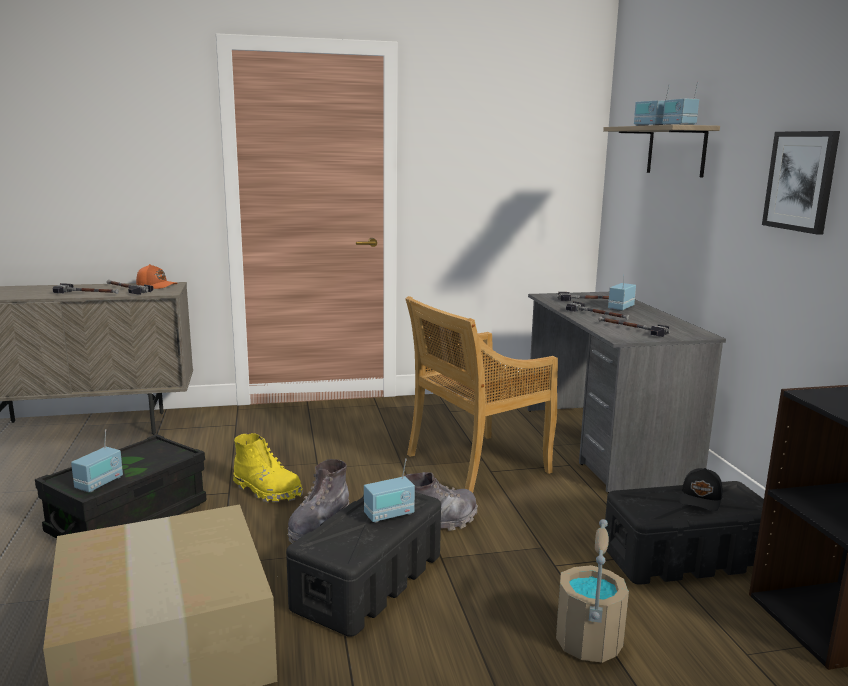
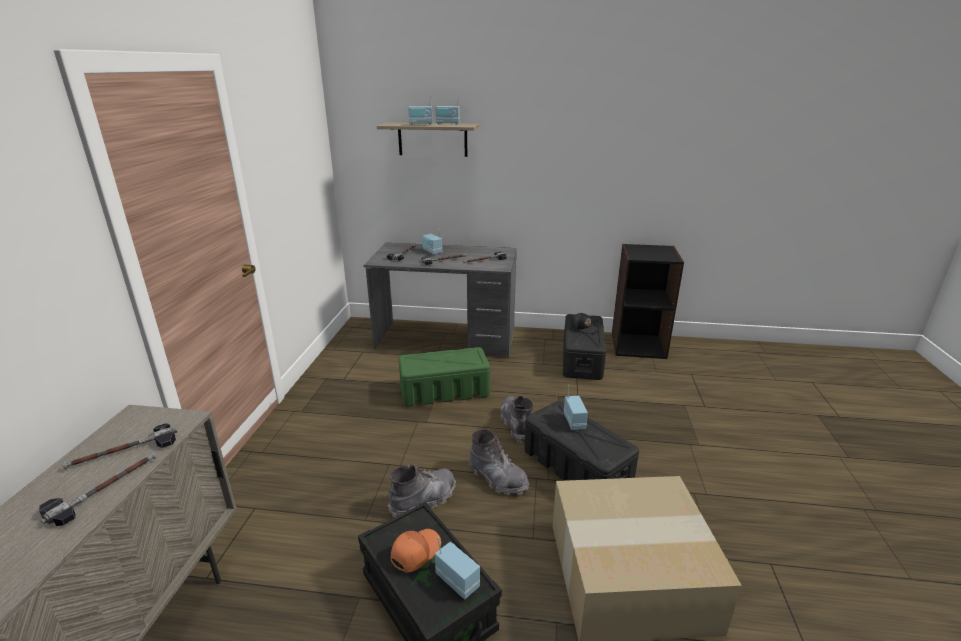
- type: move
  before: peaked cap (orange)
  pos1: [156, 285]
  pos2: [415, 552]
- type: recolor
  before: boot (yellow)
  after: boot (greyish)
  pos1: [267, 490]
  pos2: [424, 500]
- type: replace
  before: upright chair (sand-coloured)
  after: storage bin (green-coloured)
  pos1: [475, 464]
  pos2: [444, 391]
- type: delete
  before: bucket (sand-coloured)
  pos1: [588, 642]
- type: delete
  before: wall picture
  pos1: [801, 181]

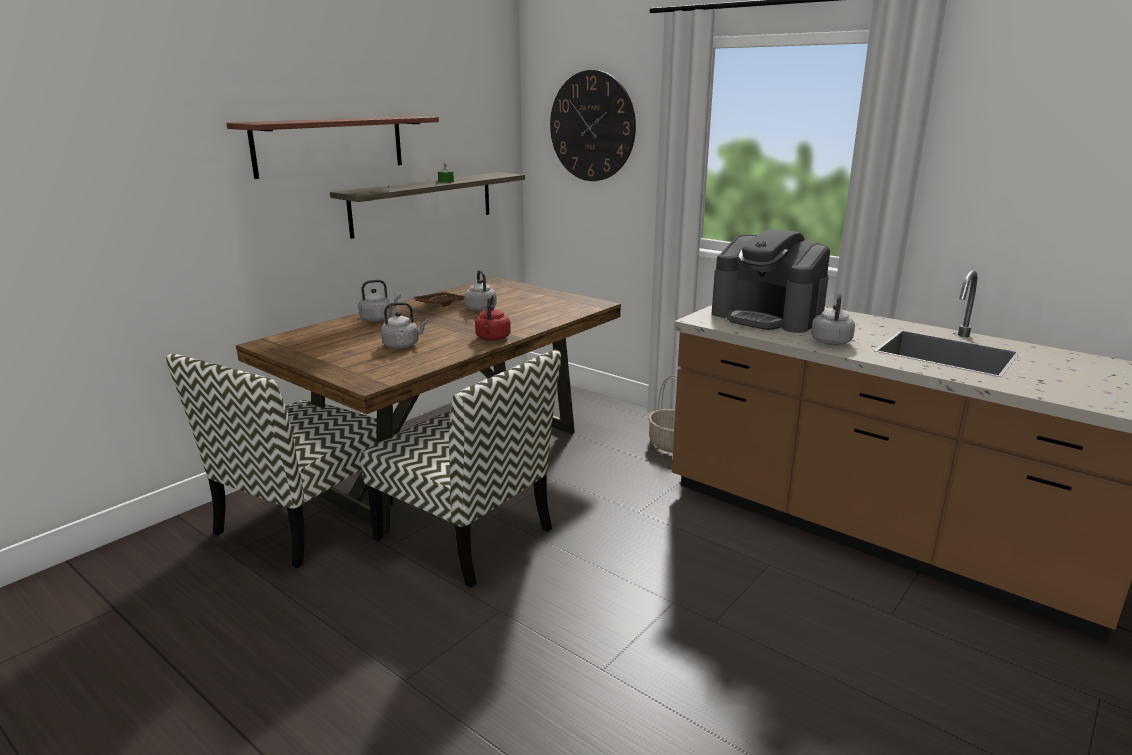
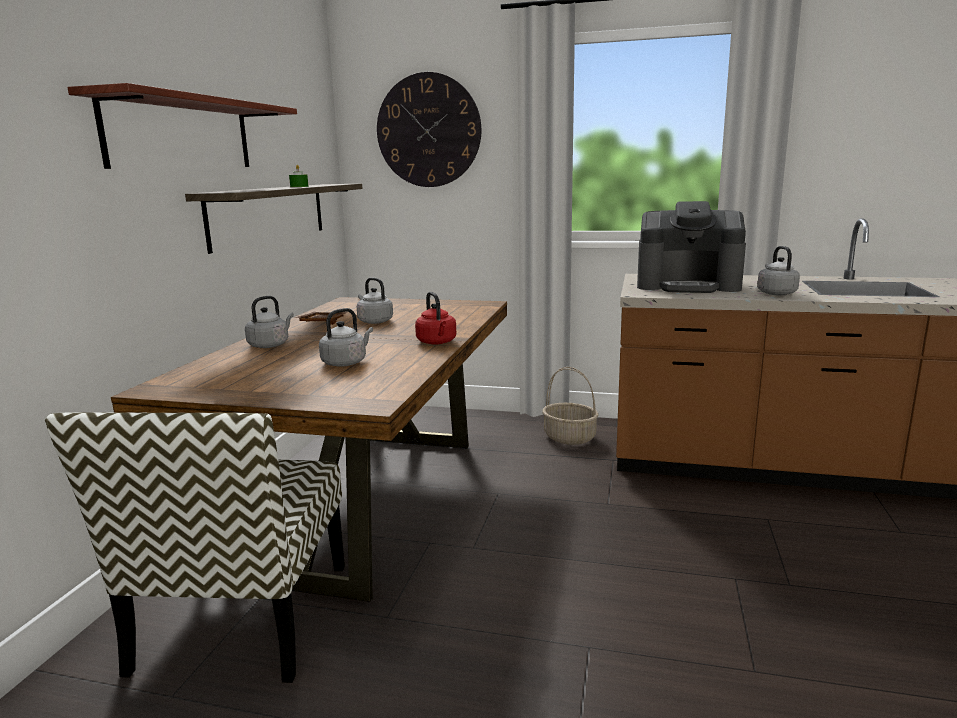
- type: delete
  before: upright chair
  pos1: [466, 534]

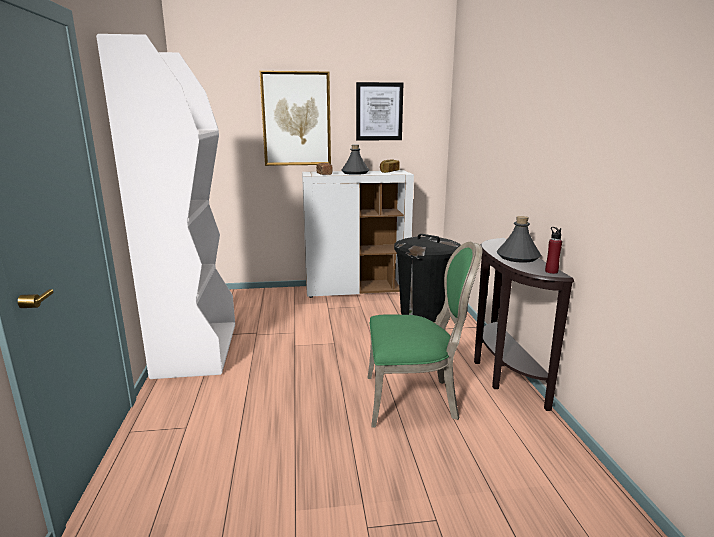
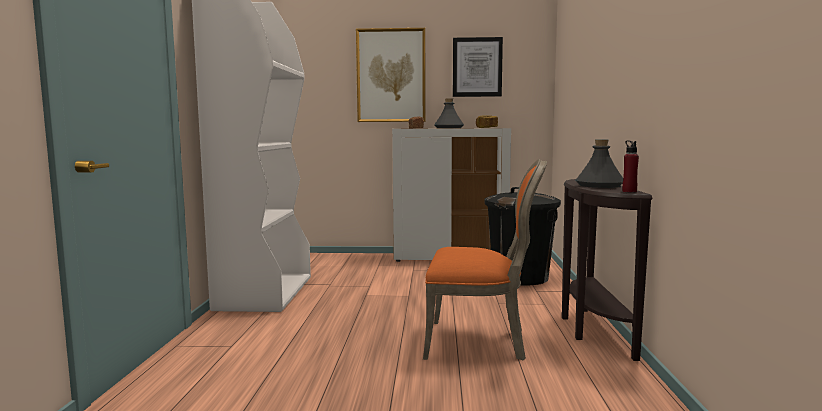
- type: recolor
  before: upright chair (green-coloured)
  after: upright chair (orange)
  pos1: [414, 399]
  pos2: [480, 342]

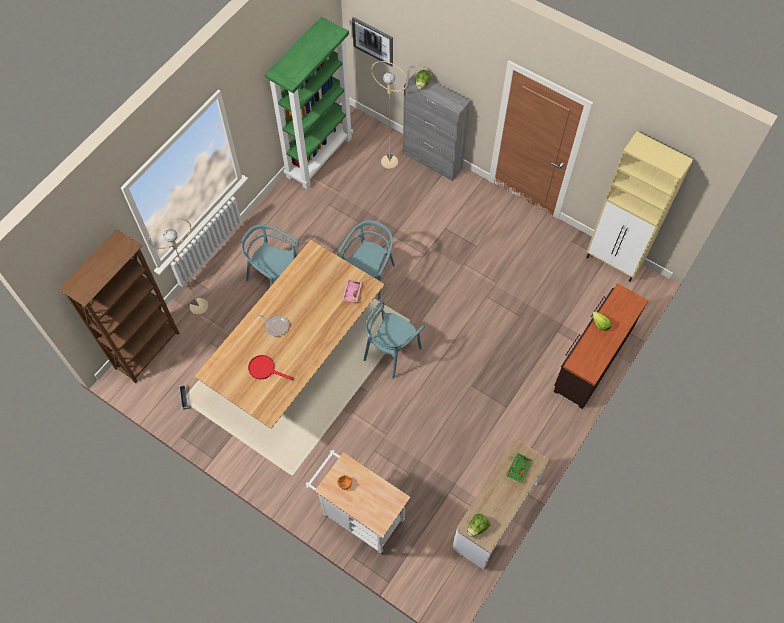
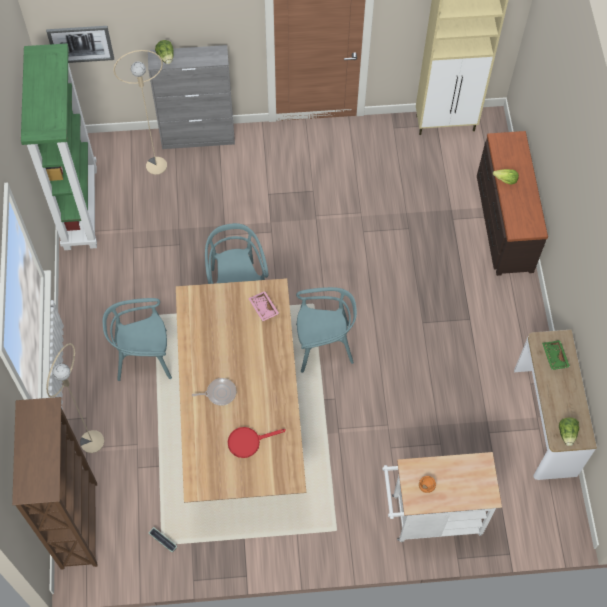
- type: rotate
  before: upright chair (blue-green)
  pos1: [391, 352]
  pos2: [323, 346]
  turn: -90

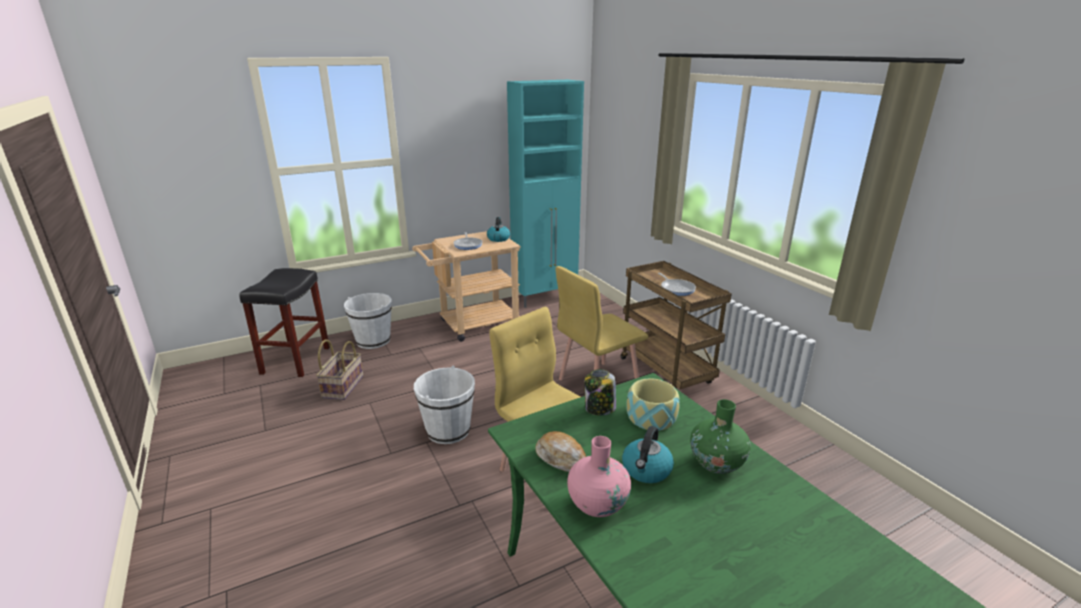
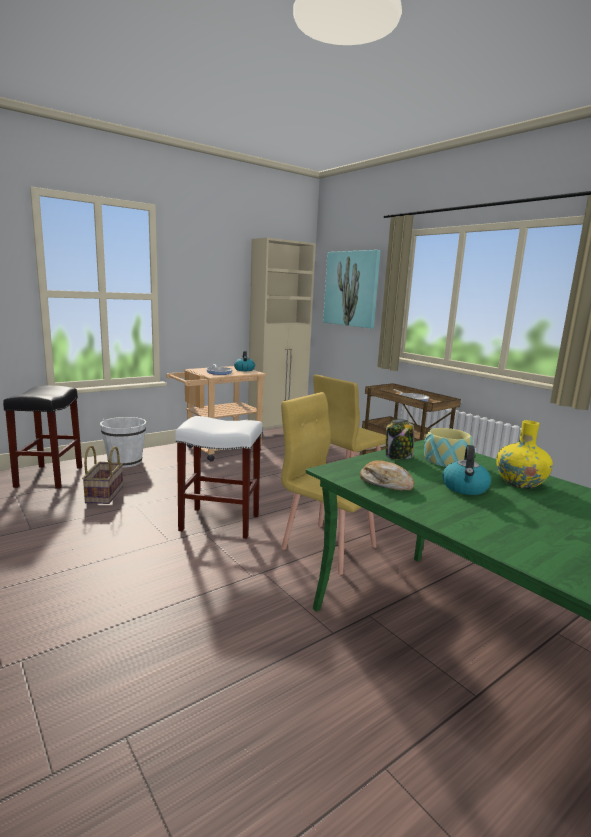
- type: replace
  before: bucket (white-coloured)
  after: stool seat (white-coloured)
  pos1: [448, 430]
  pos2: [221, 522]
- type: recolor
  before: cabinet (blue-green)
  after: cabinet (sand-coloured)
  pos1: [545, 298]
  pos2: [277, 432]
- type: delete
  before: decorative vase (pink-coloured)
  pos1: [597, 504]
- type: recolor
  before: decorative vase (green-coloured)
  after: decorative vase (yellow)
  pos1: [716, 463]
  pos2: [520, 483]
- type: insert
  after: wall picture
  pos2: [351, 289]

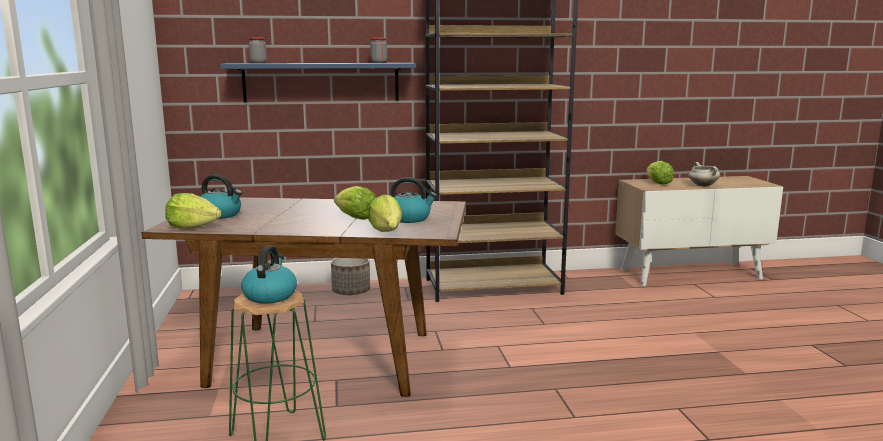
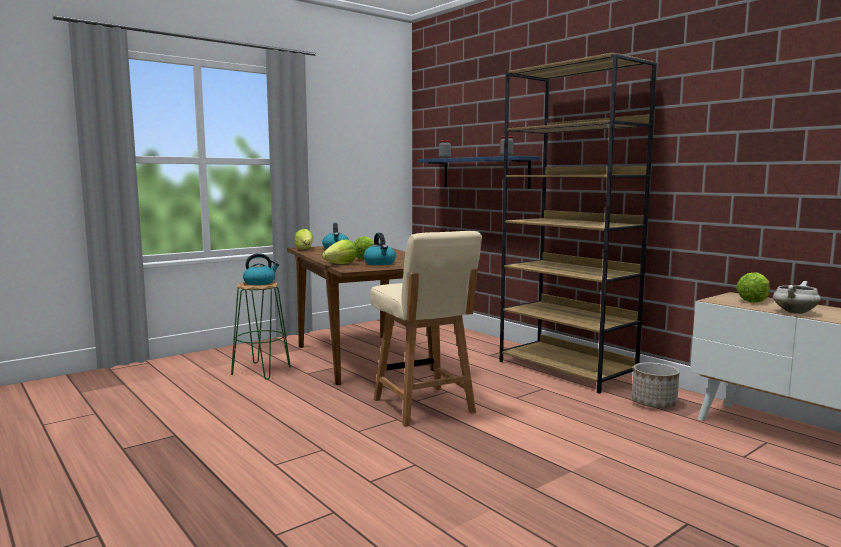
- type: move
  before: plant pot
  pos1: [351, 291]
  pos2: [654, 403]
- type: insert
  after: upright chair (sand-coloured)
  pos2: [424, 407]

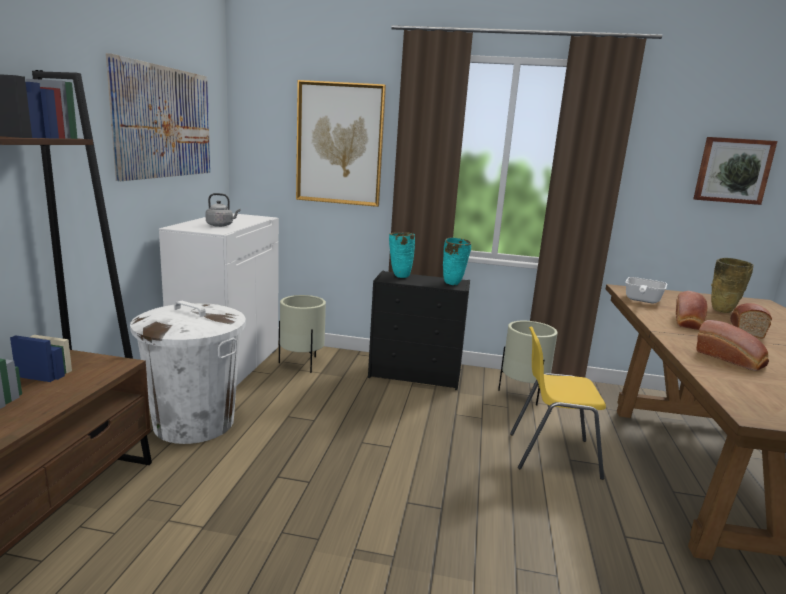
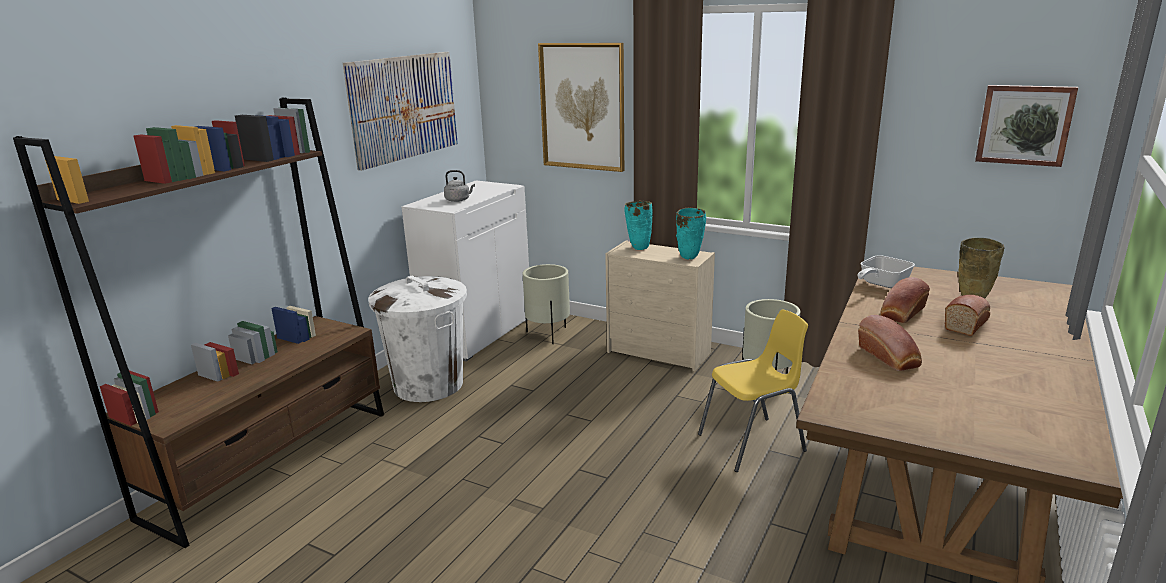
- type: recolor
  before: dresser (black)
  after: dresser (sand-coloured)
  pos1: [416, 375]
  pos2: [660, 352]
- type: rotate
  before: upright chair (yellow)
  pos1: [552, 454]
  pos2: [753, 443]
  turn: 135

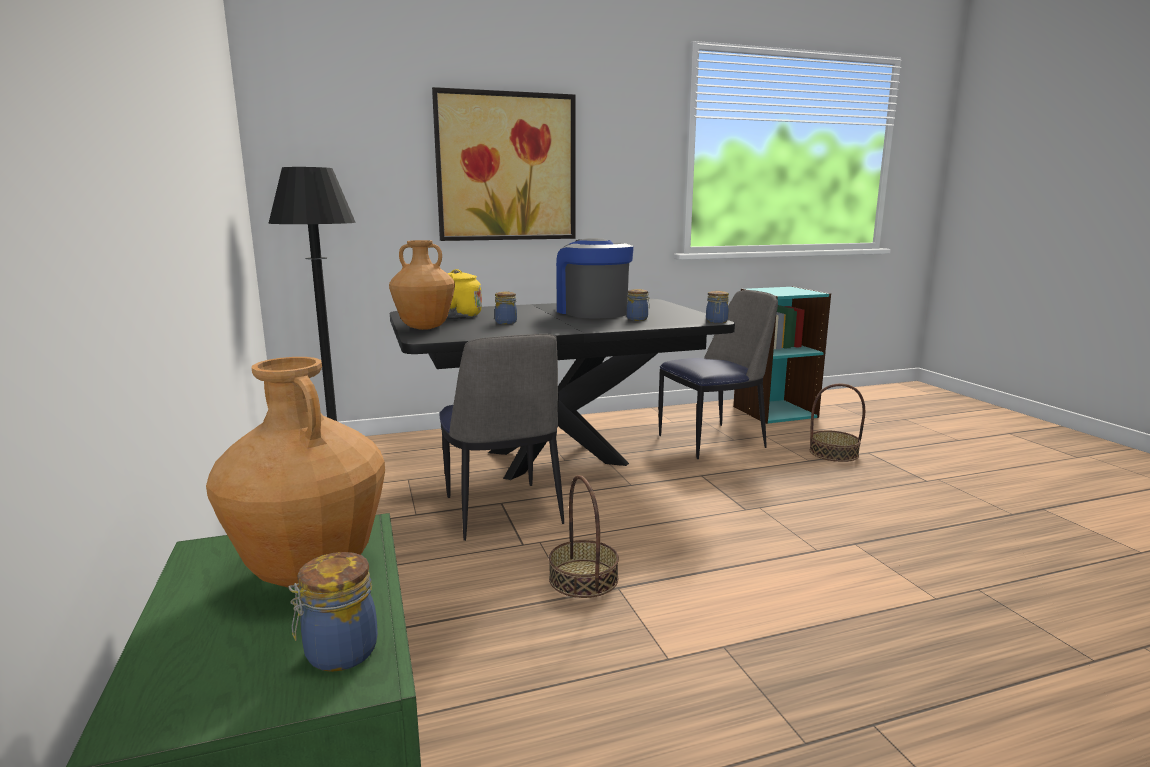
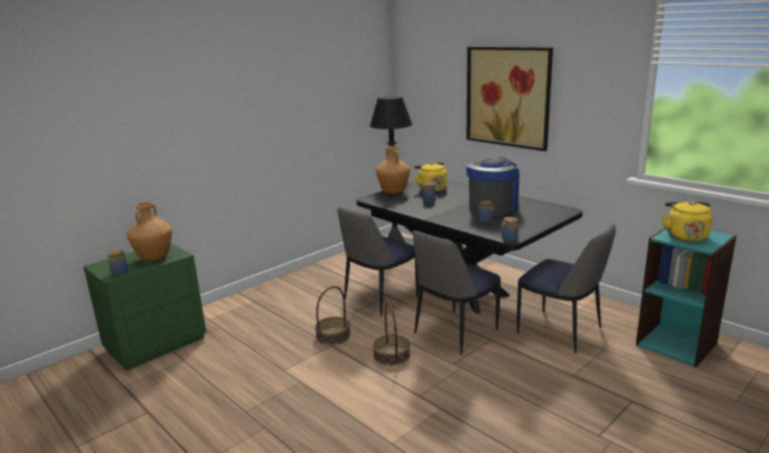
- type: move
  before: storage basket
  pos1: [834, 453]
  pos2: [392, 355]
- type: insert
  after: upright chair
  pos2: [454, 333]
- type: insert
  after: water kettle (yellow)
  pos2: [685, 236]

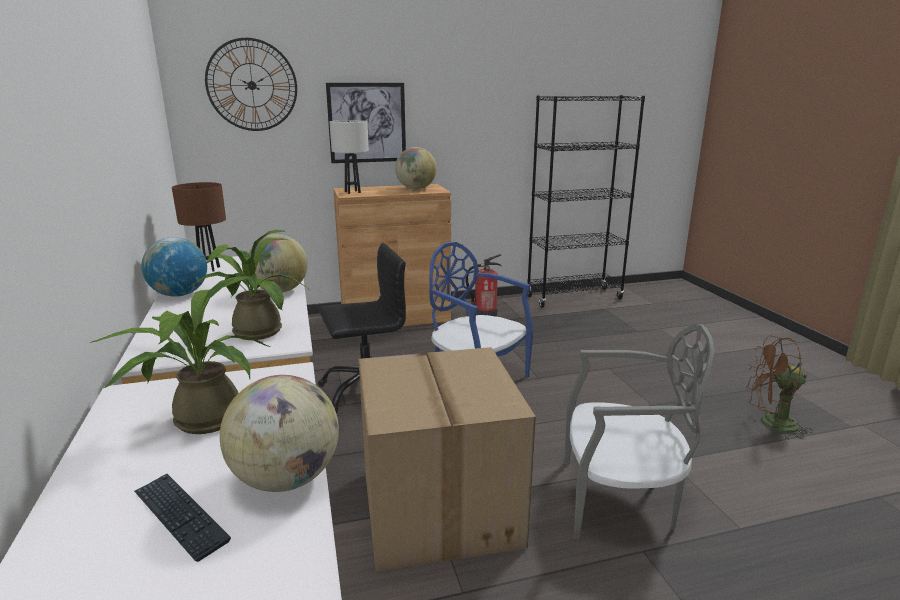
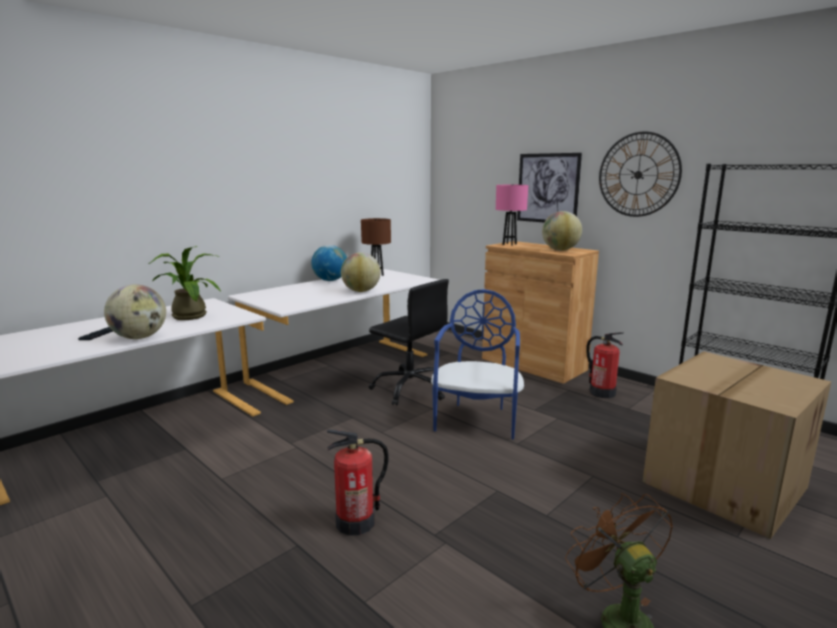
- type: delete
  before: potted plant
  pos1: [253, 330]
- type: move
  before: clock on the wall
  pos1: [252, 85]
  pos2: [638, 174]
- type: recolor
  before: table lamp (white-coloured)
  after: table lamp (pink-coloured)
  pos1: [352, 192]
  pos2: [509, 244]
- type: move
  before: packing box
  pos1: [436, 506]
  pos2: [723, 483]
- type: replace
  before: upright chair (greyish)
  after: fire extinguisher
  pos1: [619, 501]
  pos2: [356, 522]

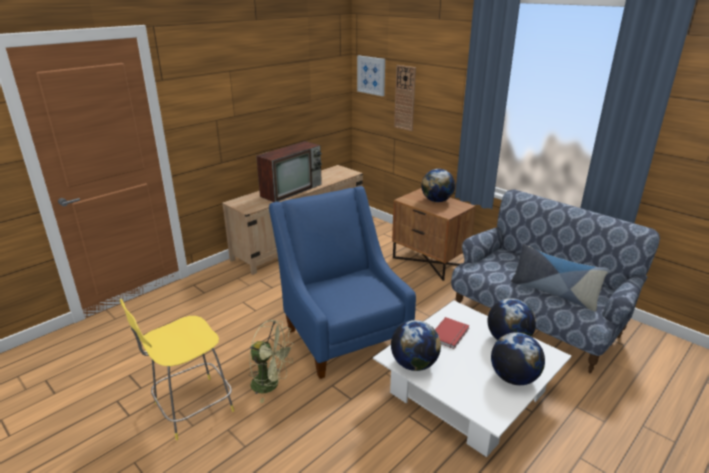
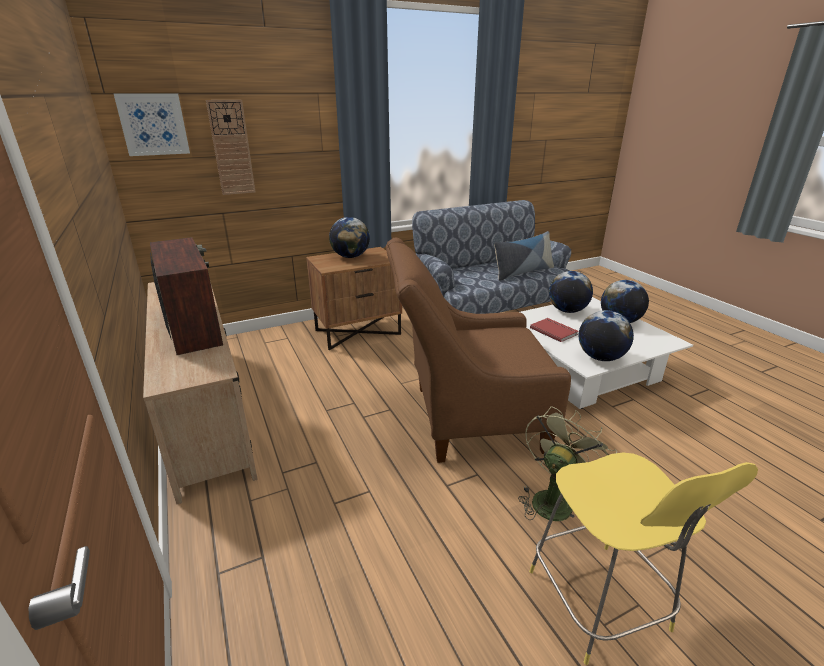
- type: recolor
  before: easy chair (bluish)
  after: easy chair (brownish)
  pos1: [342, 333]
  pos2: [465, 418]

